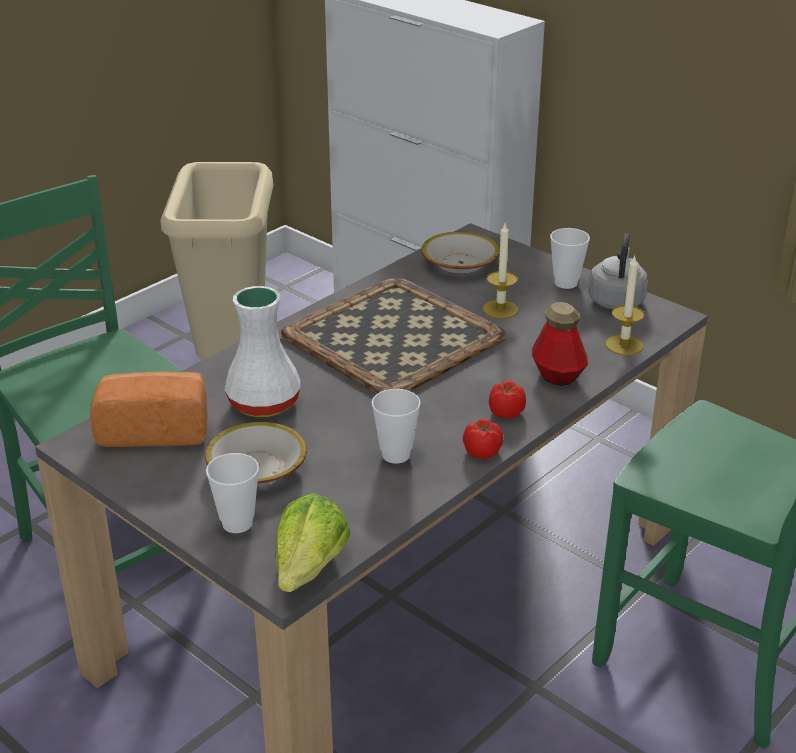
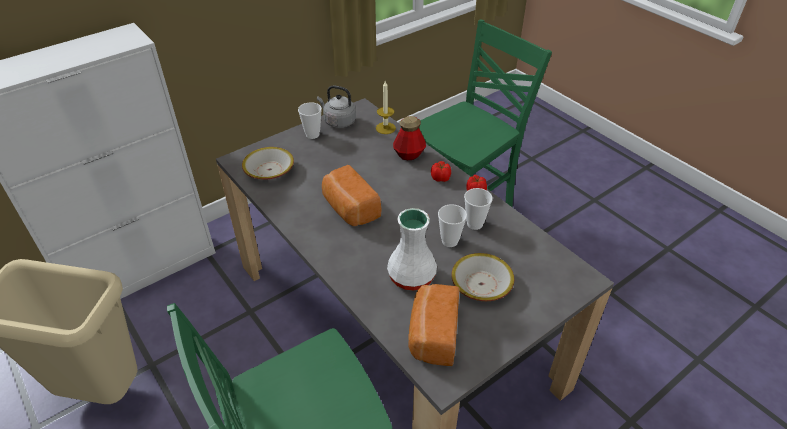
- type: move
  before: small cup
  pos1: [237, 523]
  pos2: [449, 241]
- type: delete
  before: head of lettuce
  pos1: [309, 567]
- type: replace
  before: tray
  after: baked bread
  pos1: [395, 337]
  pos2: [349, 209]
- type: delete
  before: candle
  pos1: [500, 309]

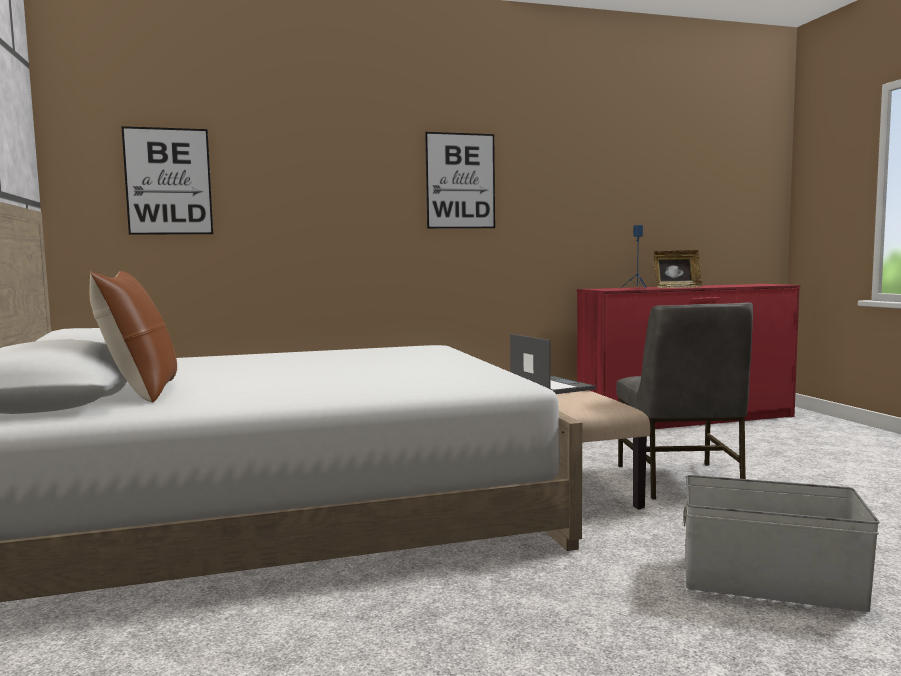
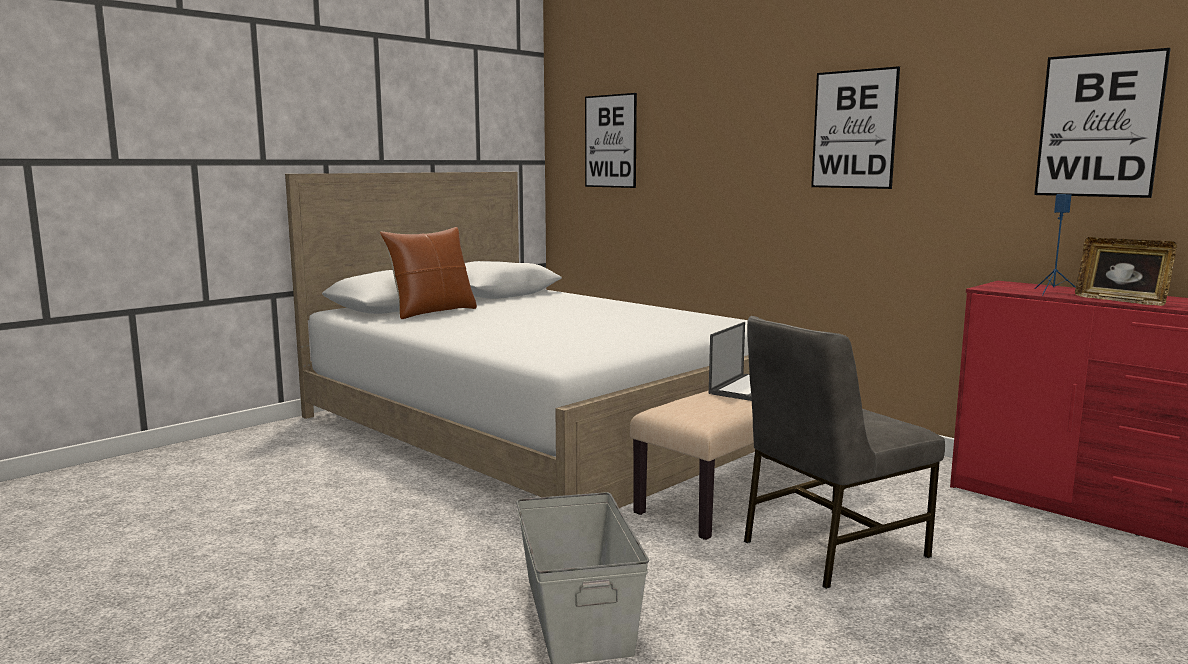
- type: insert
  after: wall picture
  pos2: [1098, 125]

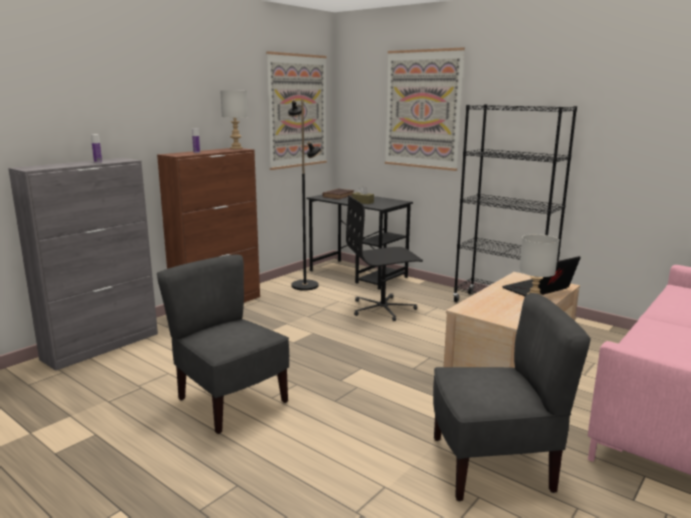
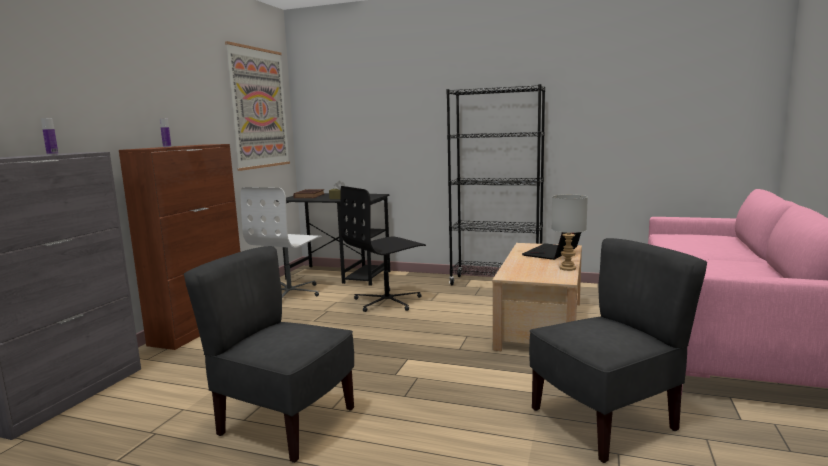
- type: delete
  before: table lamp (greyish)
  pos1: [236, 148]
- type: replace
  before: standing lamp (black)
  after: office chair (white-coloured)
  pos1: [305, 285]
  pos2: [290, 293]
- type: delete
  before: wall picture
  pos1: [422, 109]

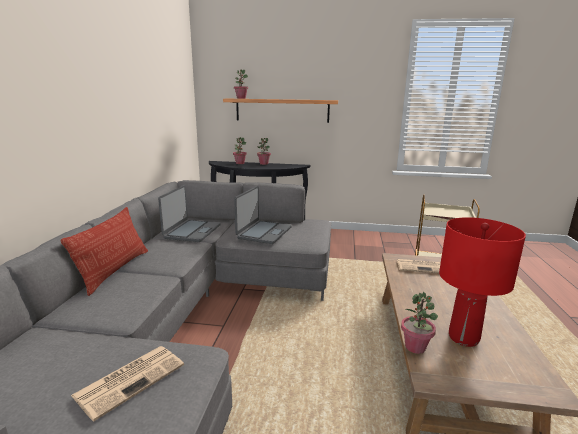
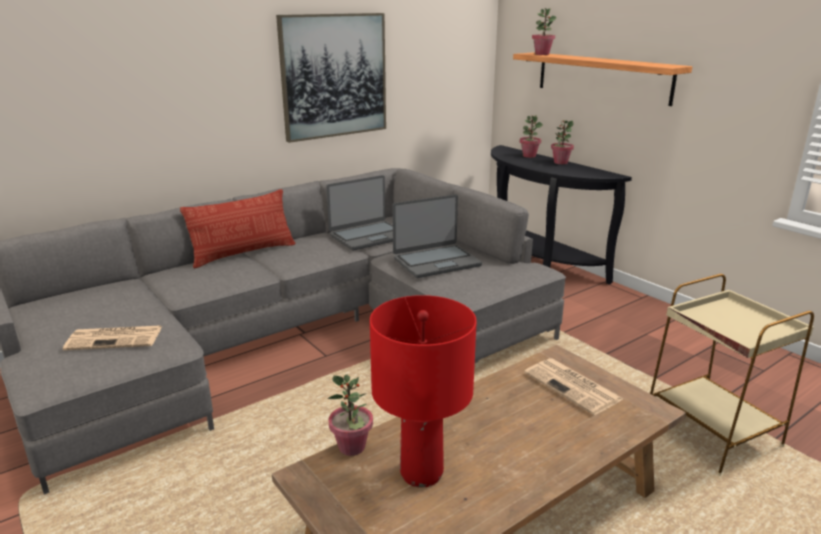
- type: insert
  after: wall picture
  pos2: [334, 76]

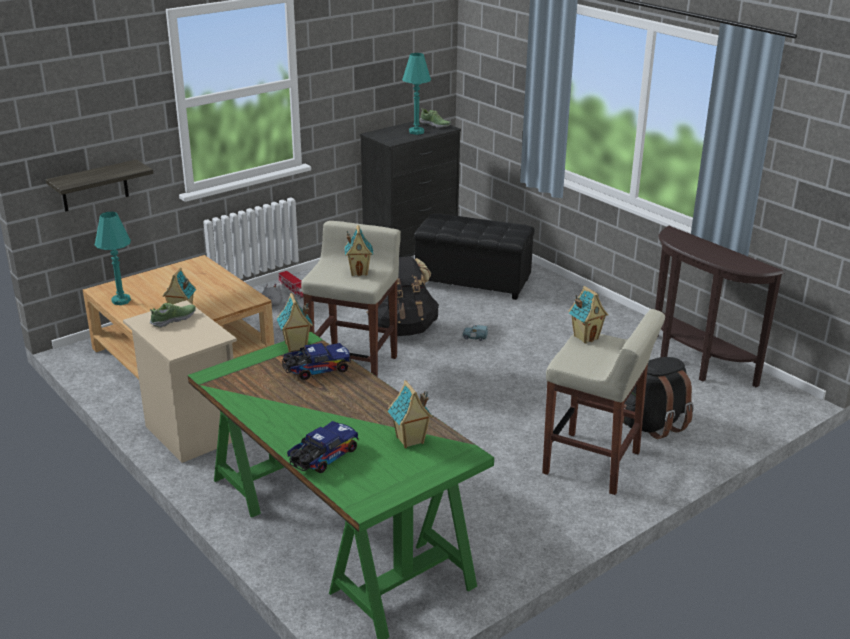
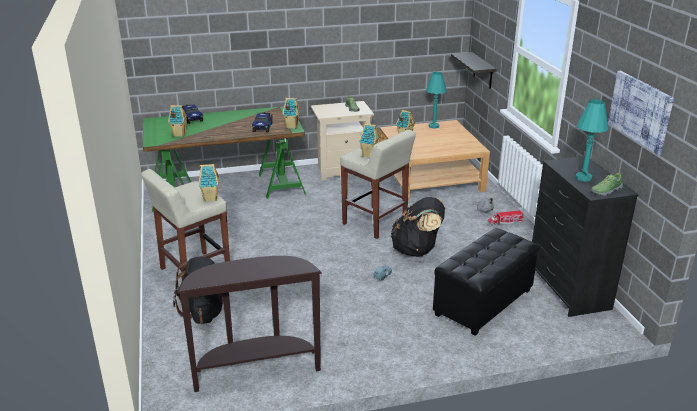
- type: insert
  after: wall picture
  pos2: [640, 111]

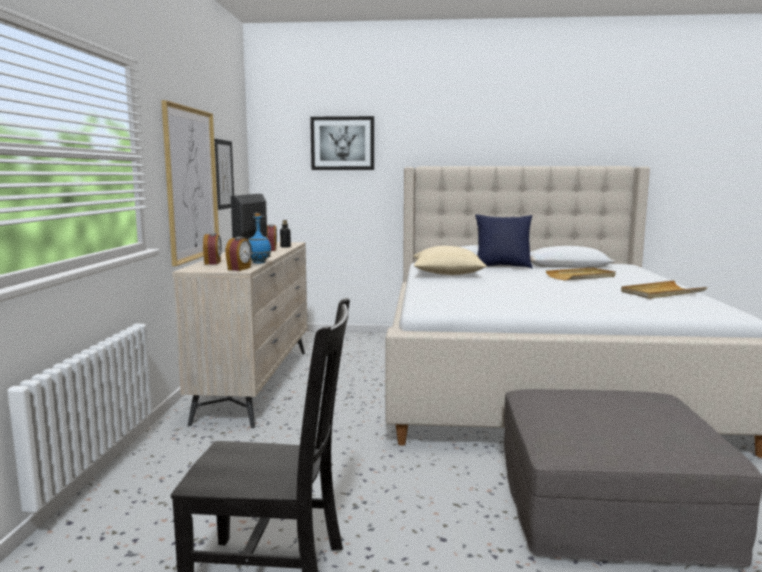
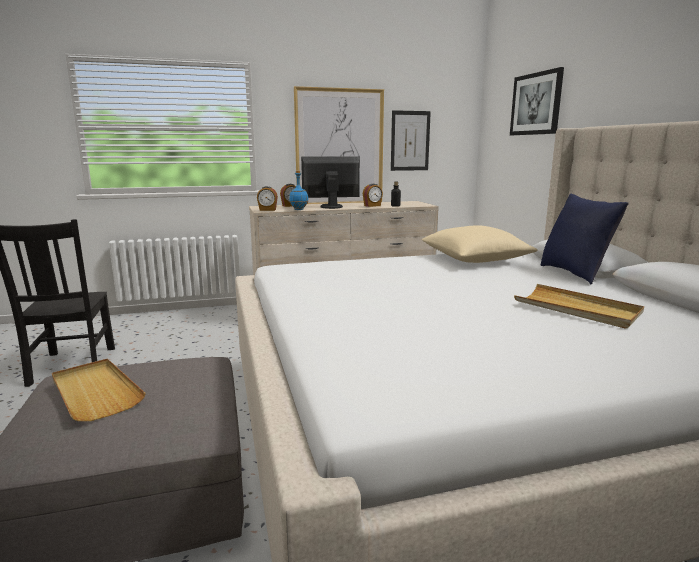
- type: move
  before: tray (sand-coloured)
  pos1: [662, 293]
  pos2: [95, 392]

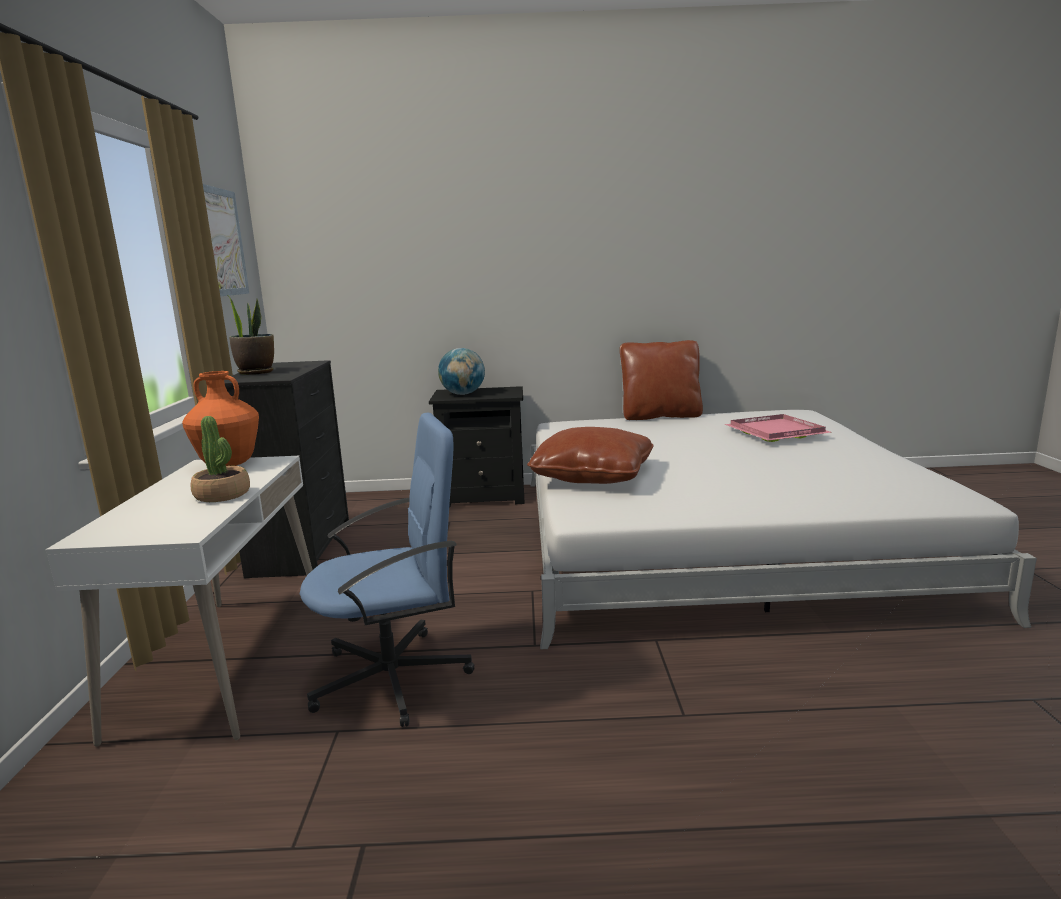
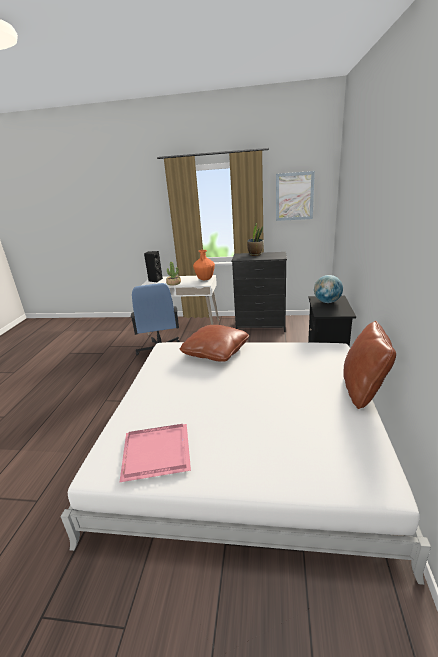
- type: move
  before: tray (pink-coloured)
  pos1: [776, 431]
  pos2: [157, 453]
- type: insert
  after: speaker (black)
  pos2: [155, 280]

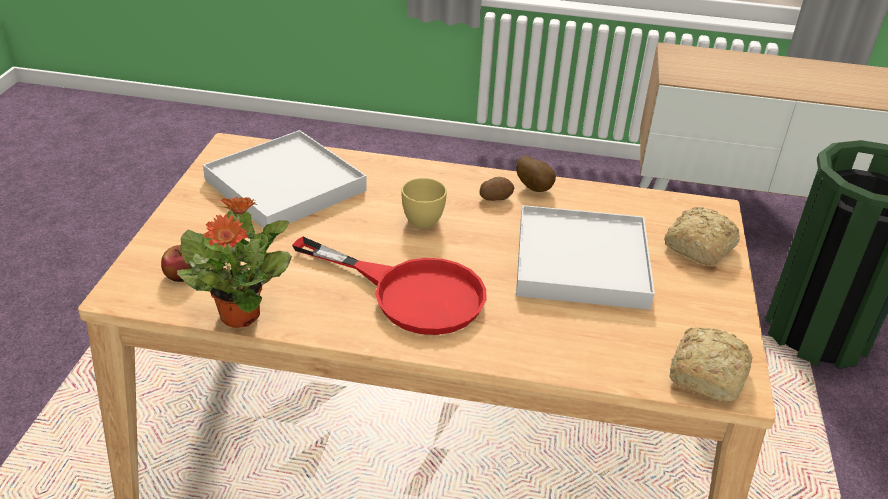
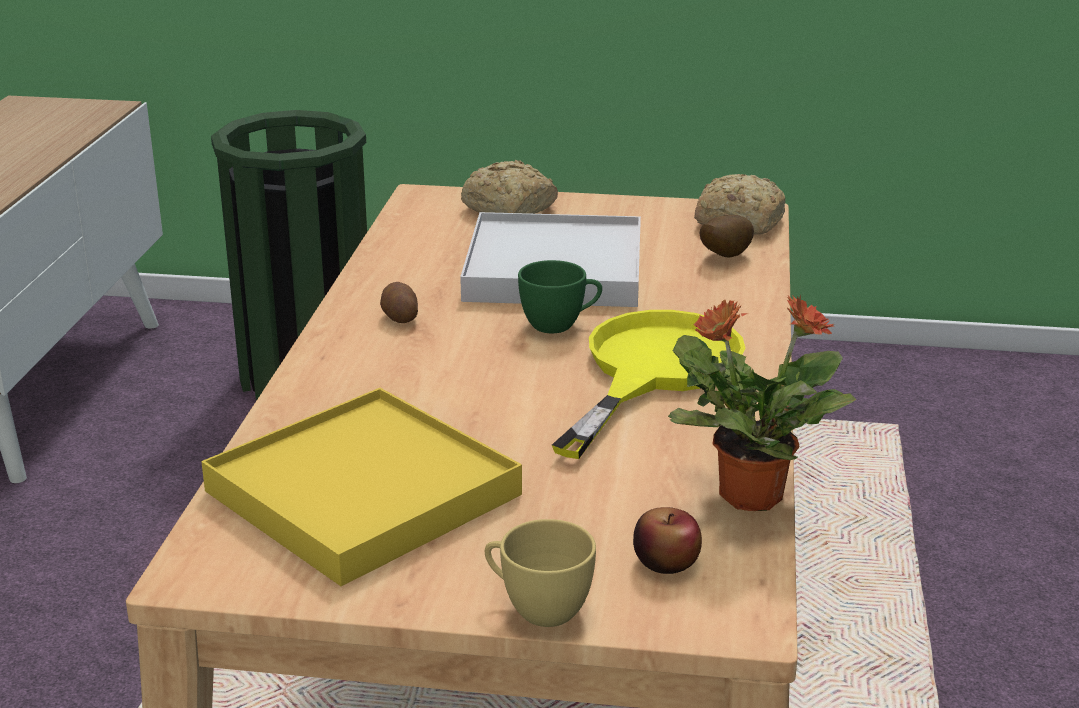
- type: recolor
  before: tray (white-coloured)
  after: tray (yellow)
  pos1: [285, 185]
  pos2: [362, 493]
- type: recolor
  before: pan (red-coloured)
  after: pan (yellow)
  pos1: [411, 293]
  pos2: [652, 371]
- type: move
  before: small cup (yellow)
  pos1: [425, 218]
  pos2: [537, 608]
- type: move
  before: potato
  pos1: [535, 188]
  pos2: [723, 257]
- type: insert
  after: small cup (green-coloured)
  pos2: [560, 325]

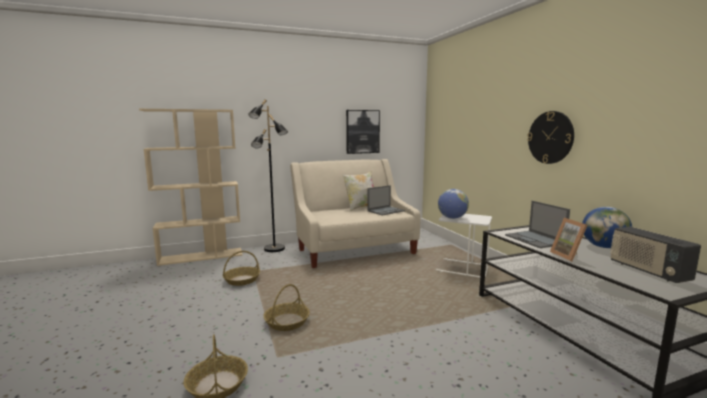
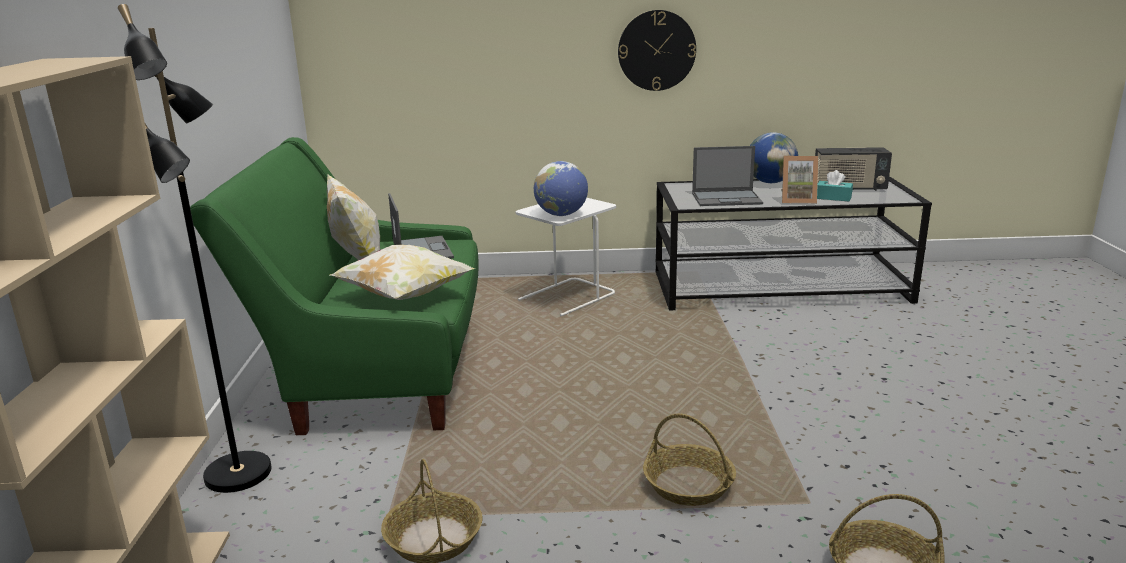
- type: recolor
  before: sofa (sand-coloured)
  after: sofa (green-coloured)
  pos1: [353, 249]
  pos2: [375, 367]
- type: delete
  before: wall picture
  pos1: [362, 131]
- type: insert
  after: throw pillow
  pos2: [405, 296]
- type: insert
  after: tissue holder (blue-green)
  pos2: [833, 197]

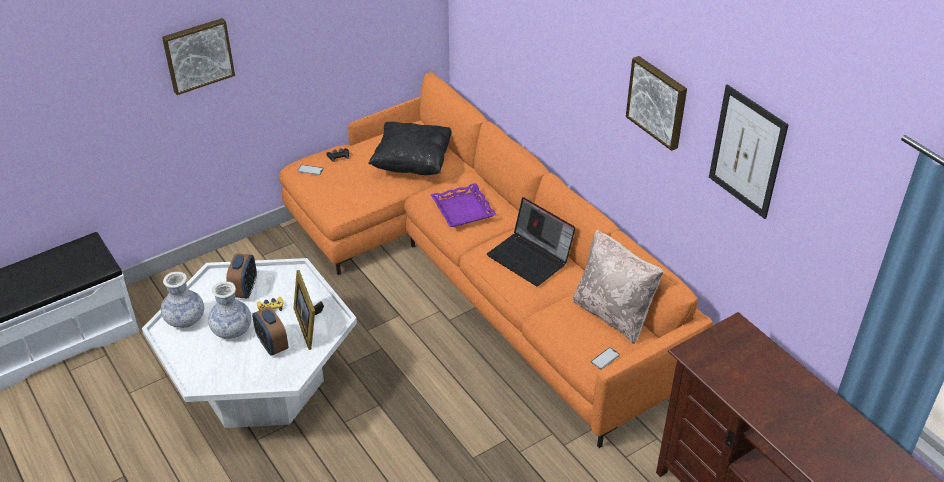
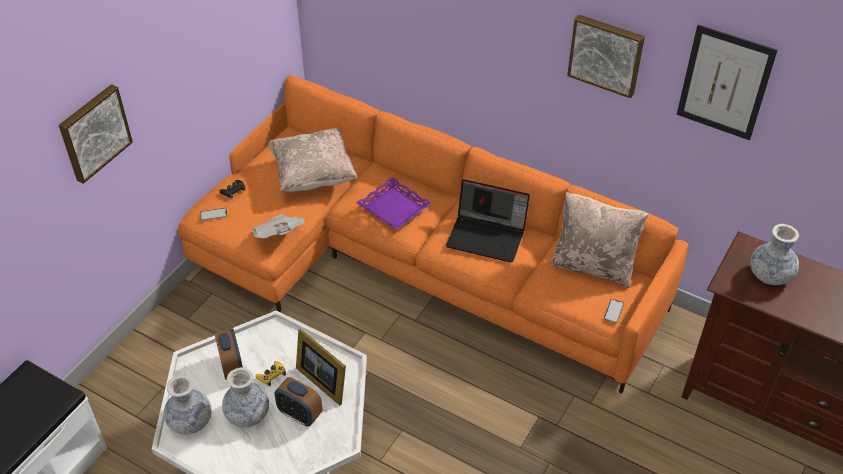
- type: recolor
  before: throw pillow (black)
  after: throw pillow (sand-coloured)
  pos1: [412, 164]
  pos2: [313, 175]
- type: insert
  after: daily paper
  pos2: [279, 235]
- type: insert
  after: decorative vase
  pos2: [770, 275]

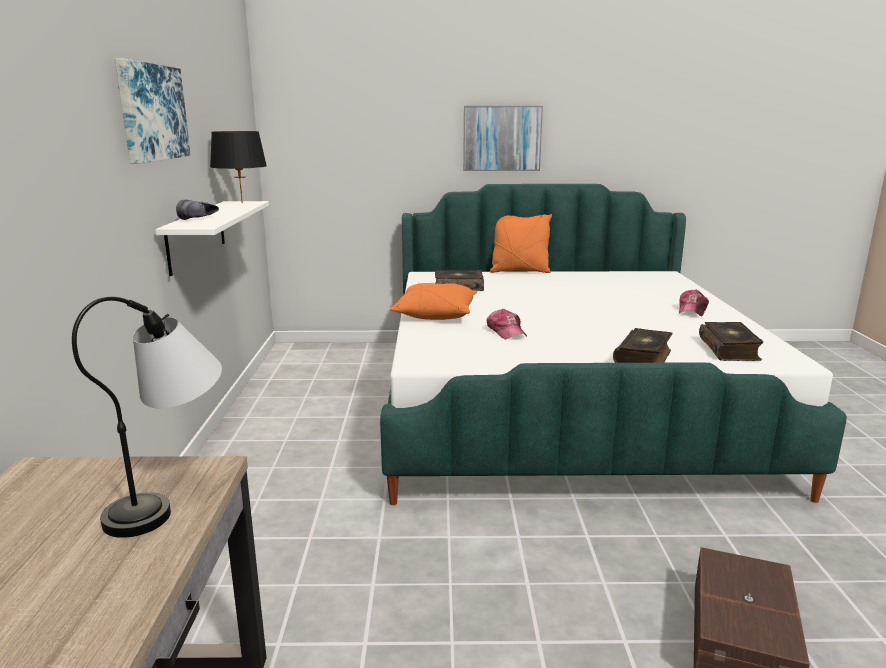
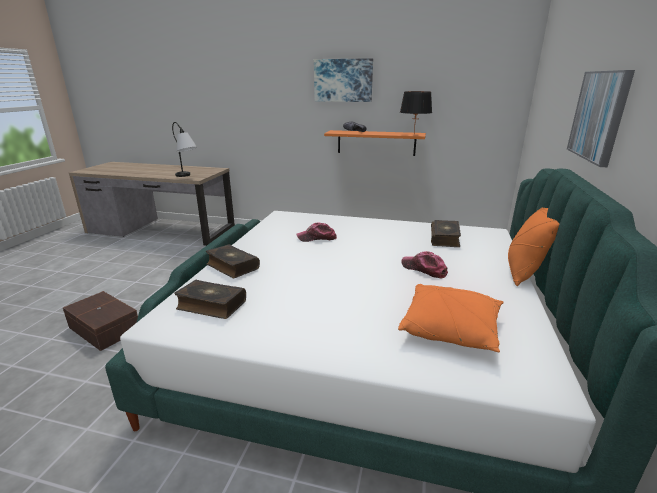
- type: recolor
  before: shelf (white-coloured)
  after: shelf (orange)
  pos1: [196, 235]
  pos2: [376, 143]
- type: move
  before: throw pillow (orange)
  pos1: [435, 314]
  pos2: [450, 329]
- type: move
  before: peaked cap
  pos1: [692, 310]
  pos2: [424, 269]

